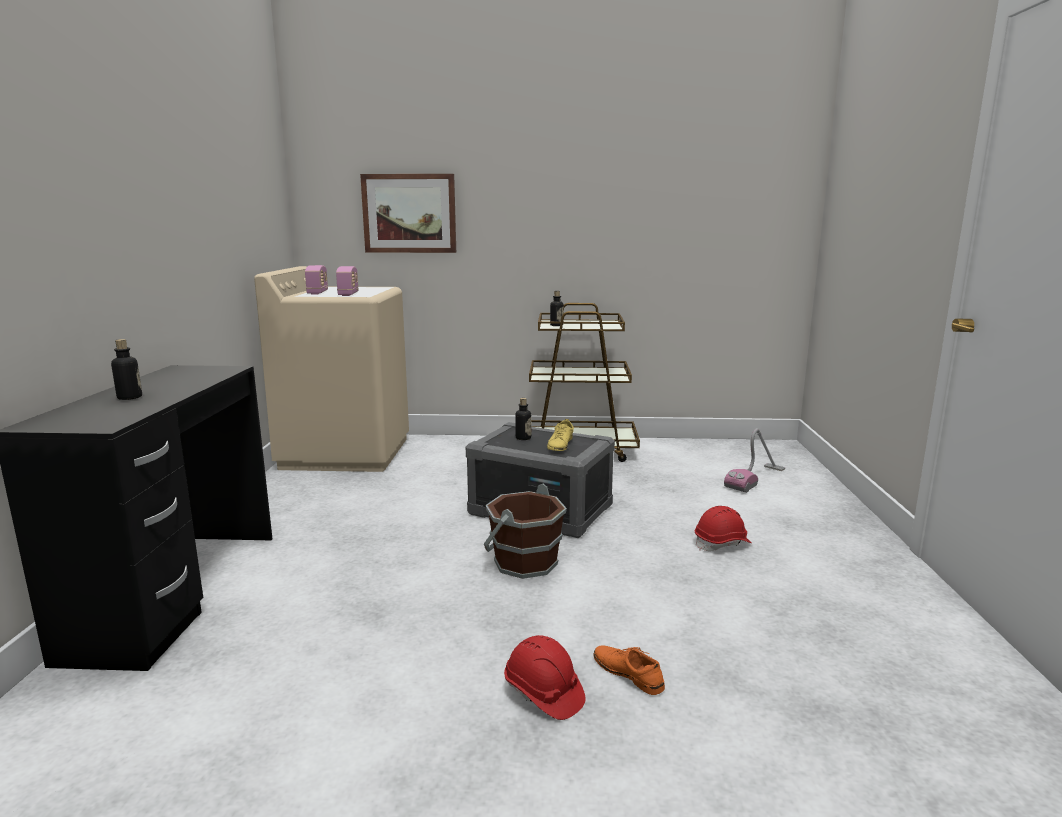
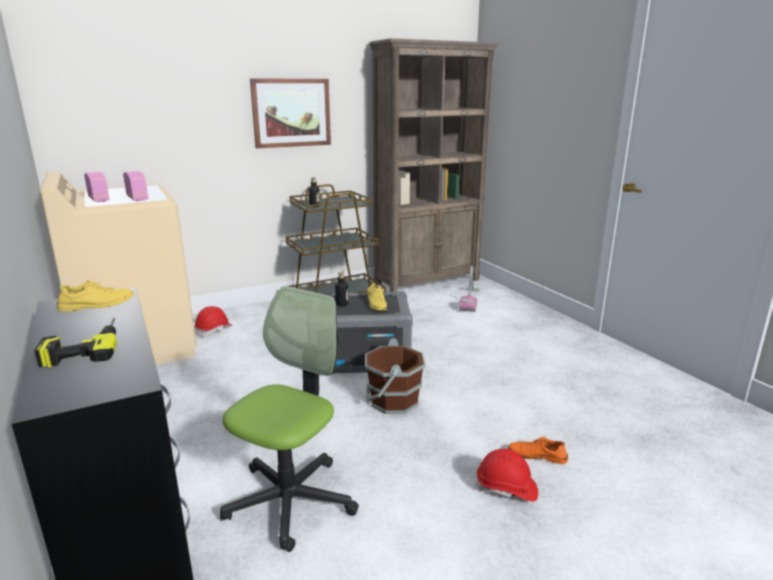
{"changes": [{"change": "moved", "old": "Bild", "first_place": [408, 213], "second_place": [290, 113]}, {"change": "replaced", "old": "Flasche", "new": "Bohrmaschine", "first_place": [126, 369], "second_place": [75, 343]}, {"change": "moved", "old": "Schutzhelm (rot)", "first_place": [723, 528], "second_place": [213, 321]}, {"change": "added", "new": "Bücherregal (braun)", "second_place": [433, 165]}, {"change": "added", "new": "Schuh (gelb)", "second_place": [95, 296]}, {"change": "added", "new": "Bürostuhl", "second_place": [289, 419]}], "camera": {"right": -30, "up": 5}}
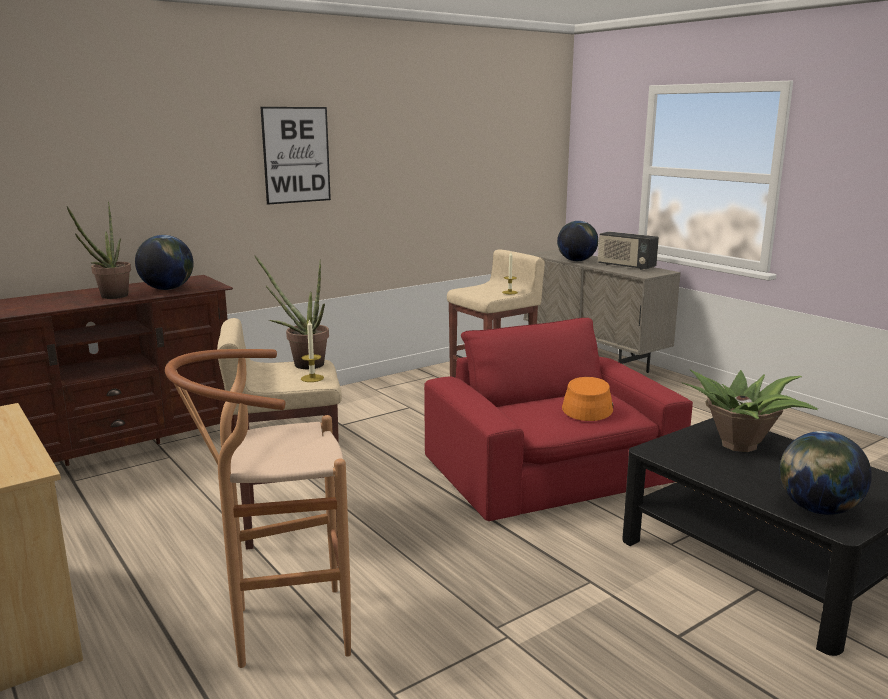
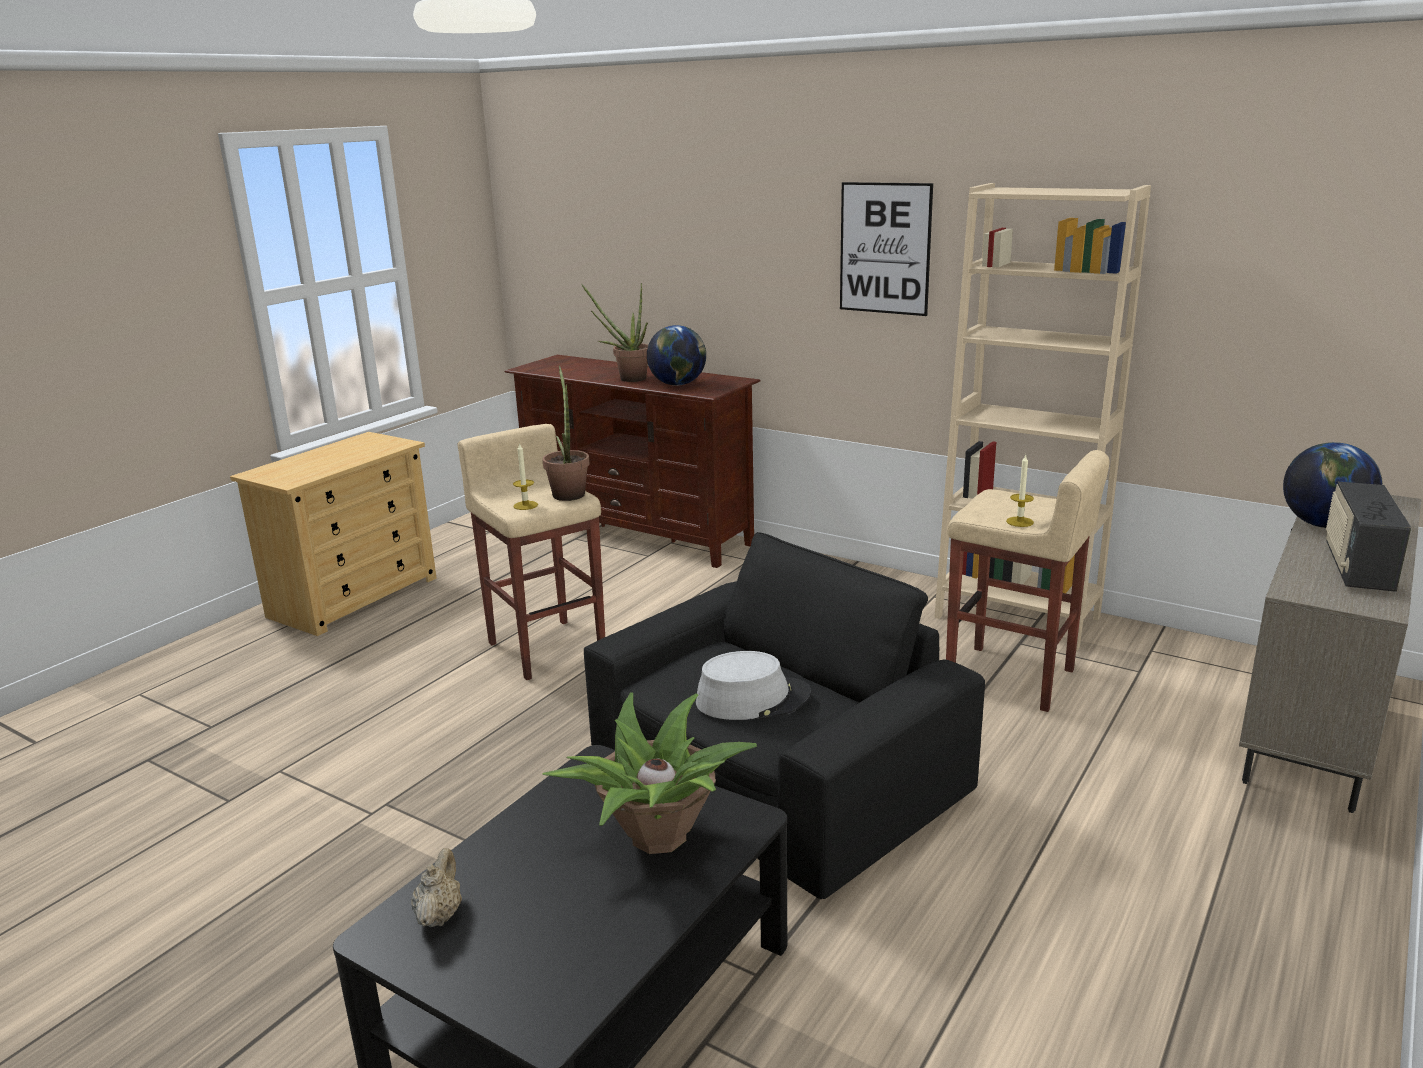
{"changes": [{"change": "recoloured", "old": "Sessel (rot)", "new": "Sessel (schwarz)", "first_place": [558, 419], "second_place": [784, 715]}, {"change": "removed", "old": "Hocker (braun)", "first_place": [258, 508]}, {"change": "recoloured", "old": "Hut (orange)", "new": "Hut (grau)", "first_place": [587, 399], "second_place": [753, 685]}, {"change": "replaced", "old": "Globus", "new": "Teekanne (beige)", "first_place": [825, 473], "second_place": [436, 887]}, {"change": "added", "new": "Bücherregal (beige)", "second_place": [1042, 417]}], "camera": {"right": 70, "up": 5}}
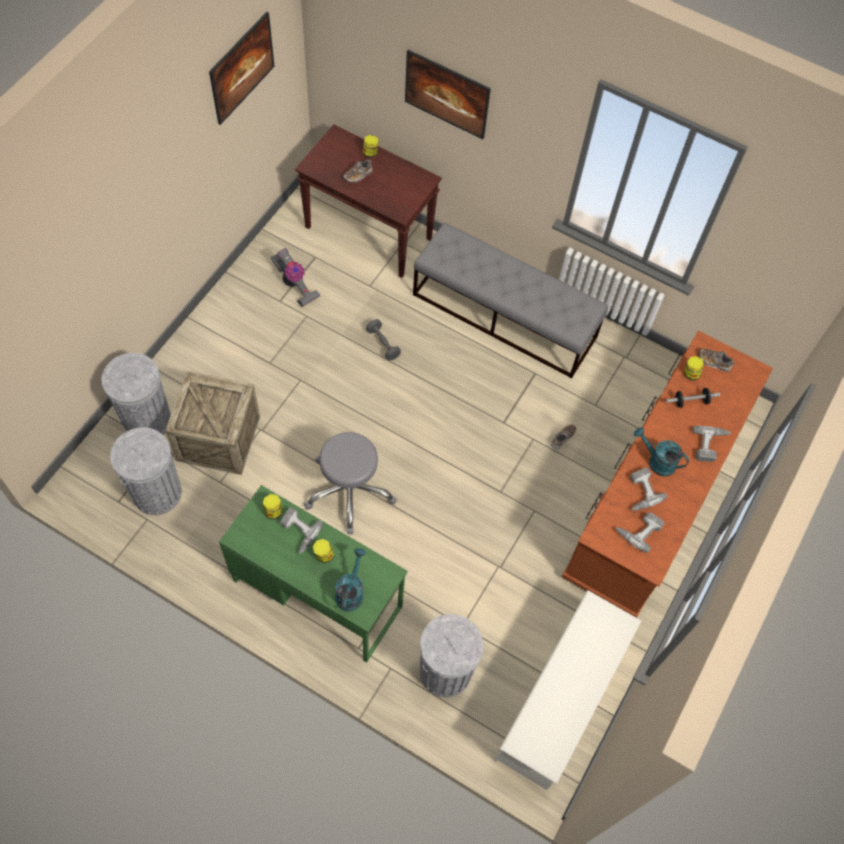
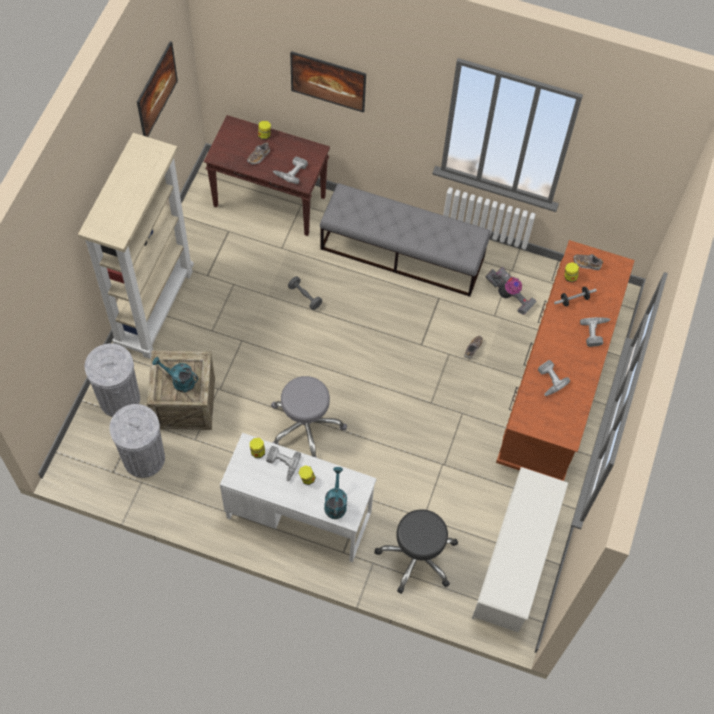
{"changes": [{"change": "moved", "old": "Staubsauger", "first_place": [295, 277], "second_place": [511, 291]}, {"change": "moved", "old": "Gießkanne (türkis)", "first_place": [661, 452], "second_place": [175, 374]}, {"change": "recoloured", "old": "Schreibtisch (grün)", "new": "Schreibtisch (weiß)", "first_place": [313, 574], "second_place": [298, 497]}, {"change": "moved", "old": "Bohrmaschine", "first_place": [640, 532], "second_place": [290, 170]}, {"change": "replaced", "old": "Mülleimer (grau)", "new": "Hocker (schwarz)", "first_place": [451, 656], "second_place": [416, 551]}, {"change": "added", "new": "Bücherregal (beige)", "second_place": [136, 246]}], "camera": {"right": -10, "up": 0}}
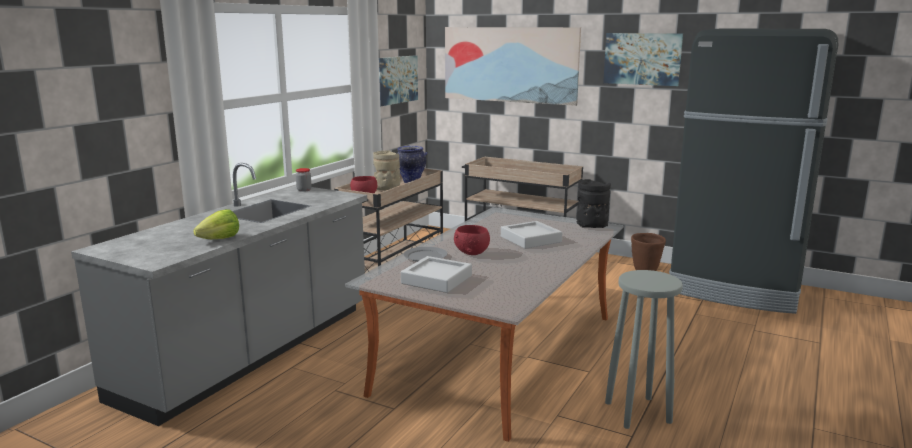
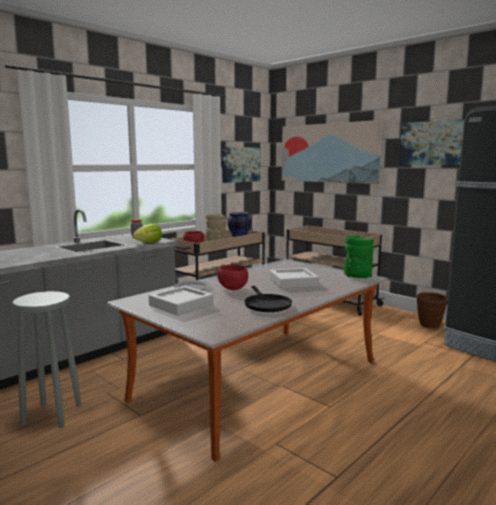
{"changes": [{"change": "recoloured", "old": "Vase (schwarz)", "new": "Vase (grün)", "first_place": [593, 203], "second_place": [359, 256]}, {"change": "moved", "old": "Salatkopf", "first_place": [216, 224], "second_place": [147, 233]}, {"change": "moved", "old": "Hocker (grau)", "first_place": [644, 349], "second_place": [46, 359]}, {"change": "added", "new": "Pfanne (schwarz)", "second_place": [268, 299]}], "camera": {"right": 15, "up": -5}}
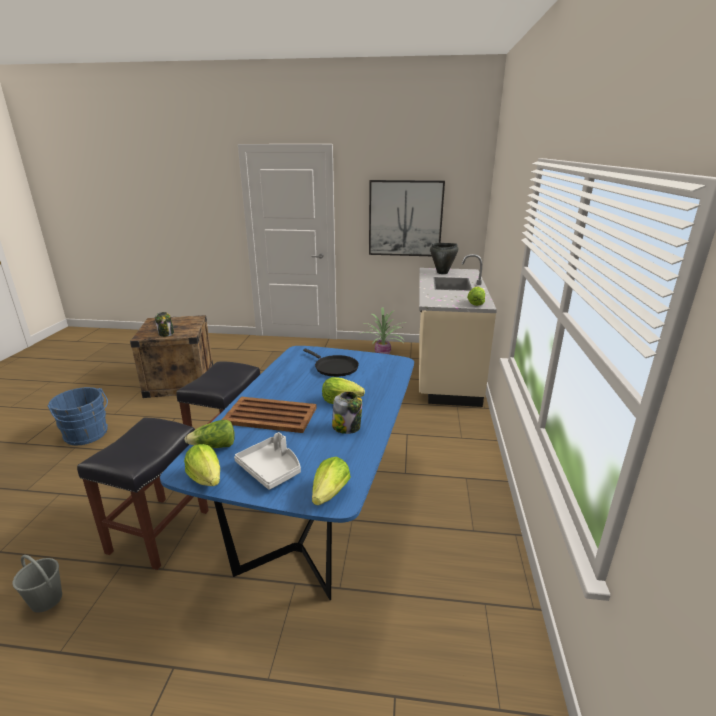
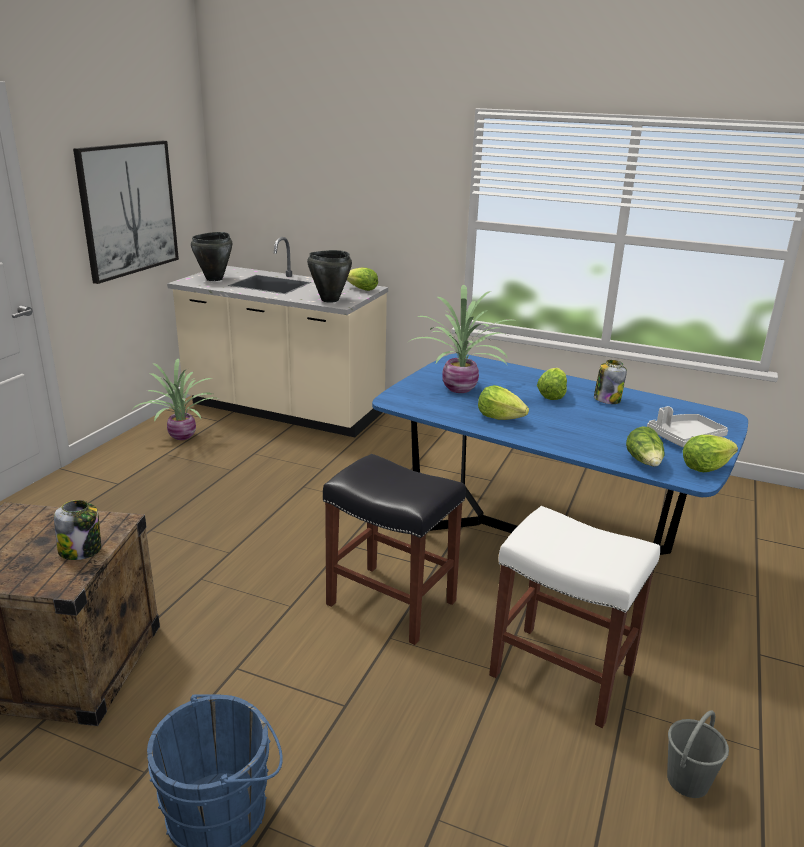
{"changes": [{"change": "replaced", "old": "Pfanne (schwarz)", "new": "Topfpflanze", "first_place": [331, 363], "second_place": [460, 339]}, {"change": "removed", "old": "Tablett (braun)", "first_place": [269, 415]}, {"change": "recoloured", "old": "Hocker (schwarz)", "new": "Hocker (weiß)", "first_place": [143, 493], "second_place": [574, 617]}, {"change": "moved", "old": "Salatkopf", "first_place": [331, 481], "second_place": [503, 402]}, {"change": "added", "new": "Kochtopf (schwarz)", "second_place": [329, 276]}], "camera": {"right": -75, "up": 0}}
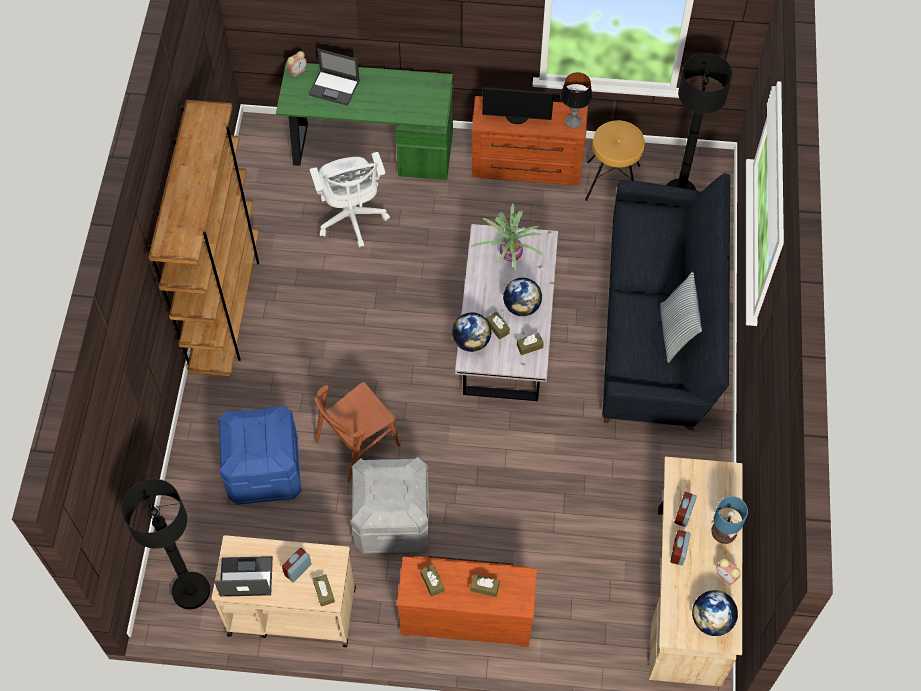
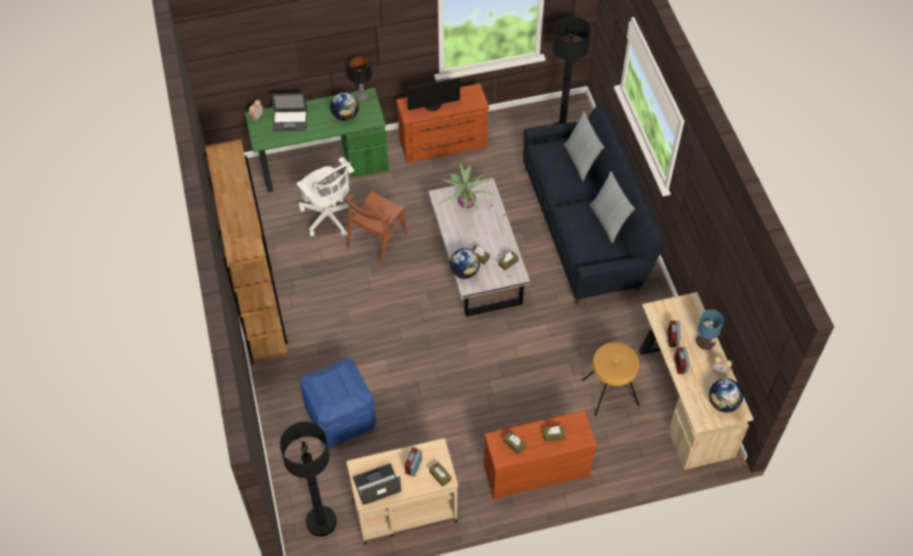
{"changes": [{"change": "moved", "old": "Tischlampe", "first_place": [576, 100], "second_place": [360, 78]}, {"change": "moved", "old": "Hocker (braun)", "first_place": [615, 160], "second_place": [610, 379]}, {"change": "moved", "old": "Globus", "first_place": [522, 297], "second_place": [344, 106]}, {"change": "moved", "old": "Stuhl (braun)", "first_place": [357, 431], "second_place": [377, 228]}, {"change": "removed", "old": "Aufbewahrungsbox (grau)", "first_place": [390, 505]}, {"change": "added", "new": "Kissen", "second_place": [584, 146]}], "camera": {"right": -20, "up": -5}}
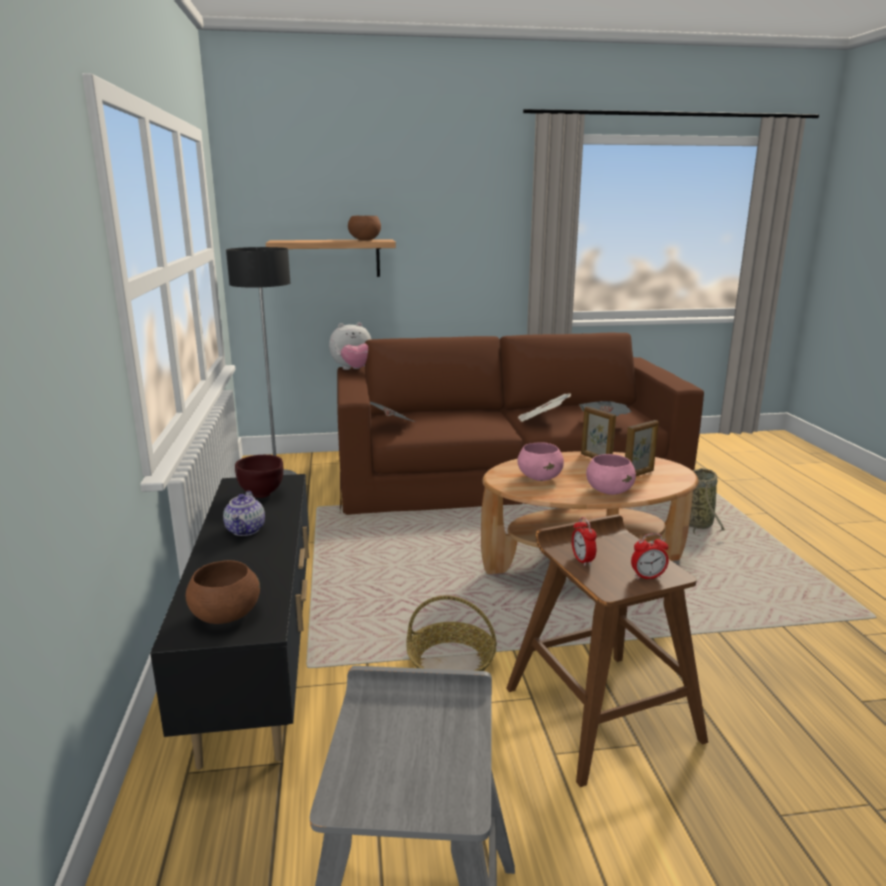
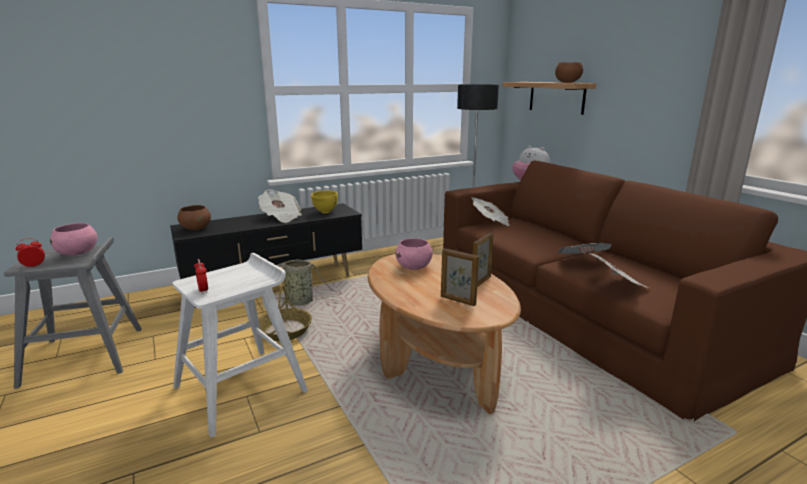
{"changes": [{"change": "moved", "old": "Schüssel (rosa)", "first_place": [611, 474], "second_place": [73, 239]}, {"change": "recoloured", "old": "Schüssel (braun)", "new": "Schüssel (gelb)", "first_place": [259, 476], "second_place": [324, 202]}, {"change": "moved", "old": "Korb", "first_place": [707, 502], "second_place": [307, 282]}, {"change": "replaced", "old": "Teekanne", "new": "Zeitung", "first_place": [244, 513], "second_place": [280, 206]}, {"change": "recoloured", "old": "Hocker (braun)", "new": "Hocker (weiß)", "first_place": [607, 650], "second_place": [240, 345]}, {"change": "moved", "old": "Wecker", "first_place": [584, 541], "second_place": [30, 253]}], "camera": {"right": 70, "up": 0}}
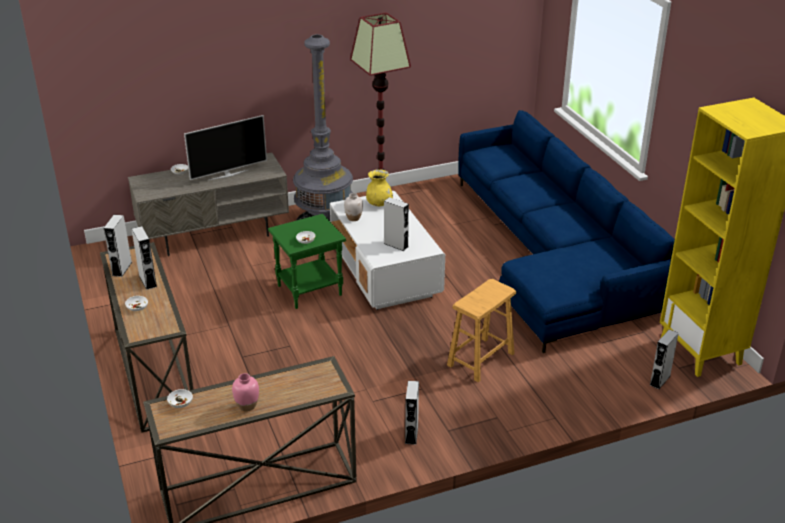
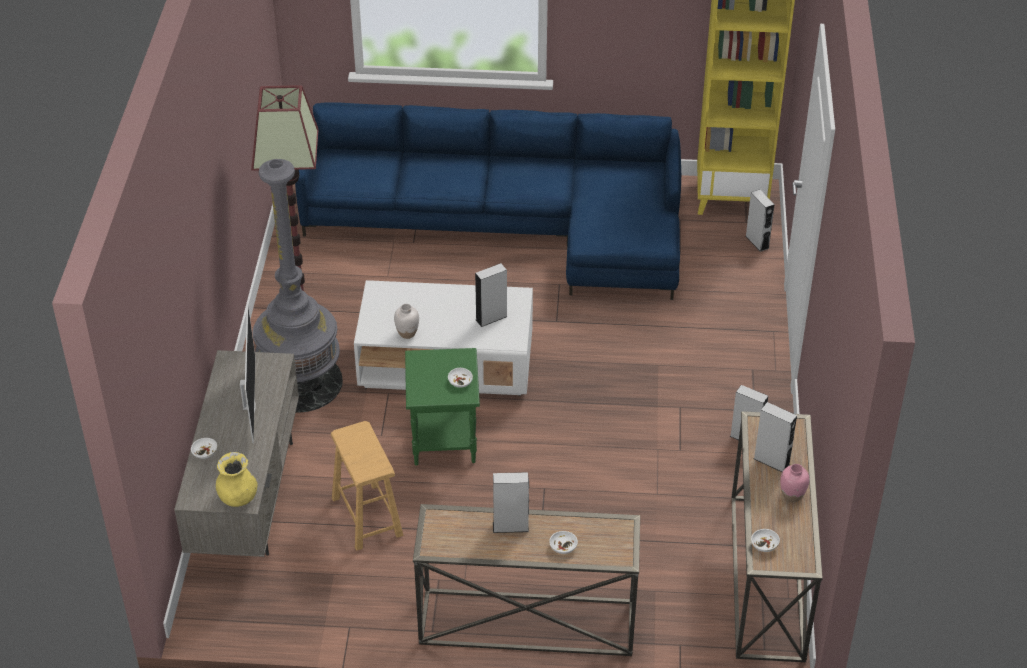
{"changes": [{"change": "moved", "old": "Vase (gelb)", "first_place": [379, 187], "second_place": [237, 479]}, {"change": "moved", "old": "Lautsprecher (grau)", "first_place": [118, 246], "second_place": [775, 437]}, {"change": "moved", "old": "Hocker (braun)", "first_place": [481, 330], "second_place": [367, 486]}], "camera": {"right": -65, "up": 10}}
